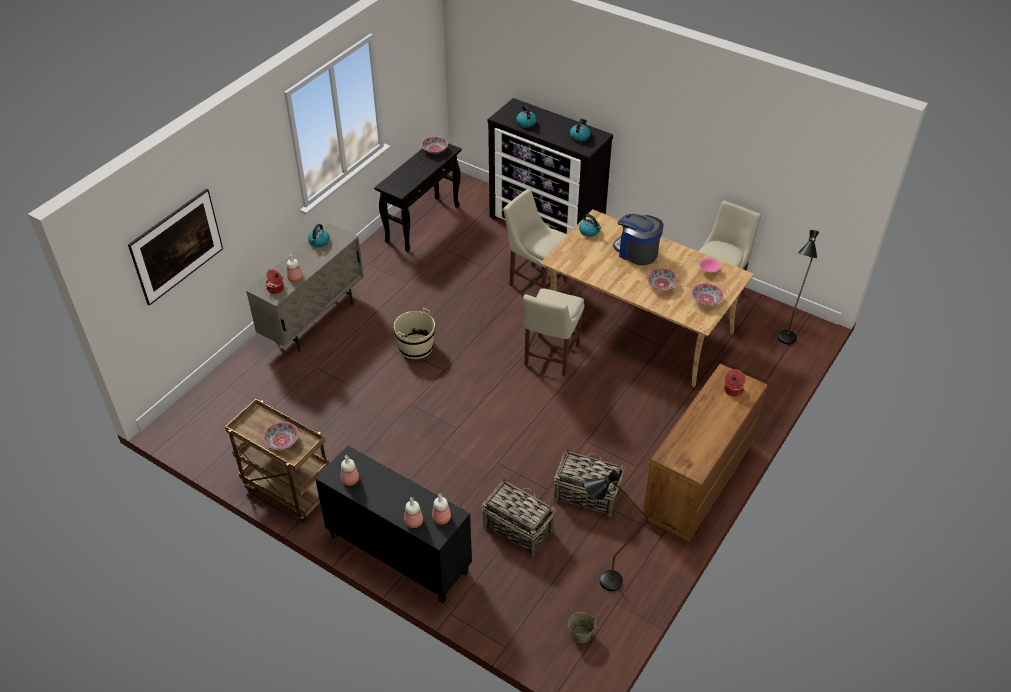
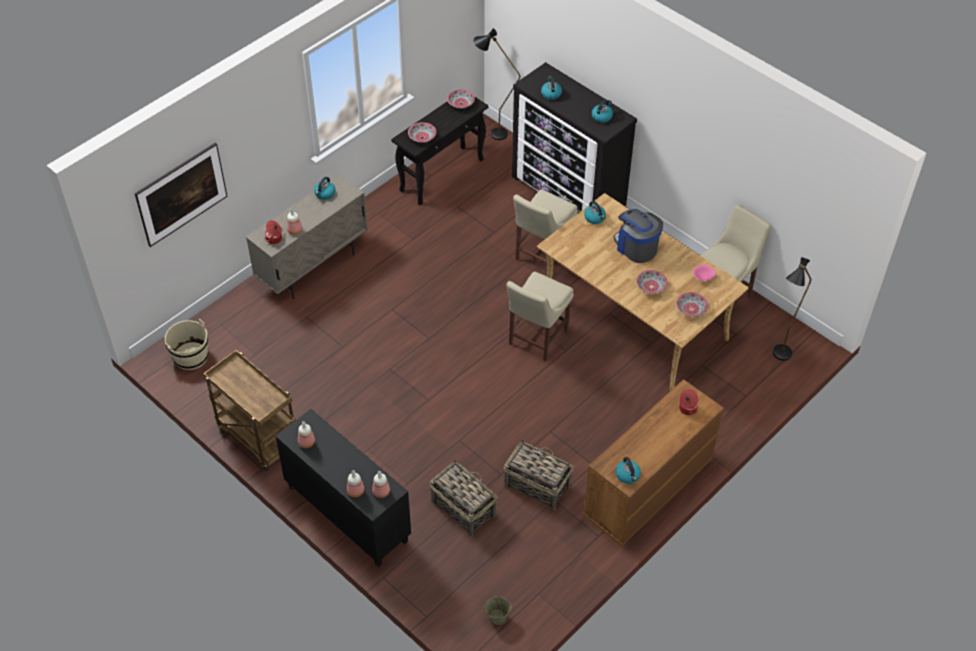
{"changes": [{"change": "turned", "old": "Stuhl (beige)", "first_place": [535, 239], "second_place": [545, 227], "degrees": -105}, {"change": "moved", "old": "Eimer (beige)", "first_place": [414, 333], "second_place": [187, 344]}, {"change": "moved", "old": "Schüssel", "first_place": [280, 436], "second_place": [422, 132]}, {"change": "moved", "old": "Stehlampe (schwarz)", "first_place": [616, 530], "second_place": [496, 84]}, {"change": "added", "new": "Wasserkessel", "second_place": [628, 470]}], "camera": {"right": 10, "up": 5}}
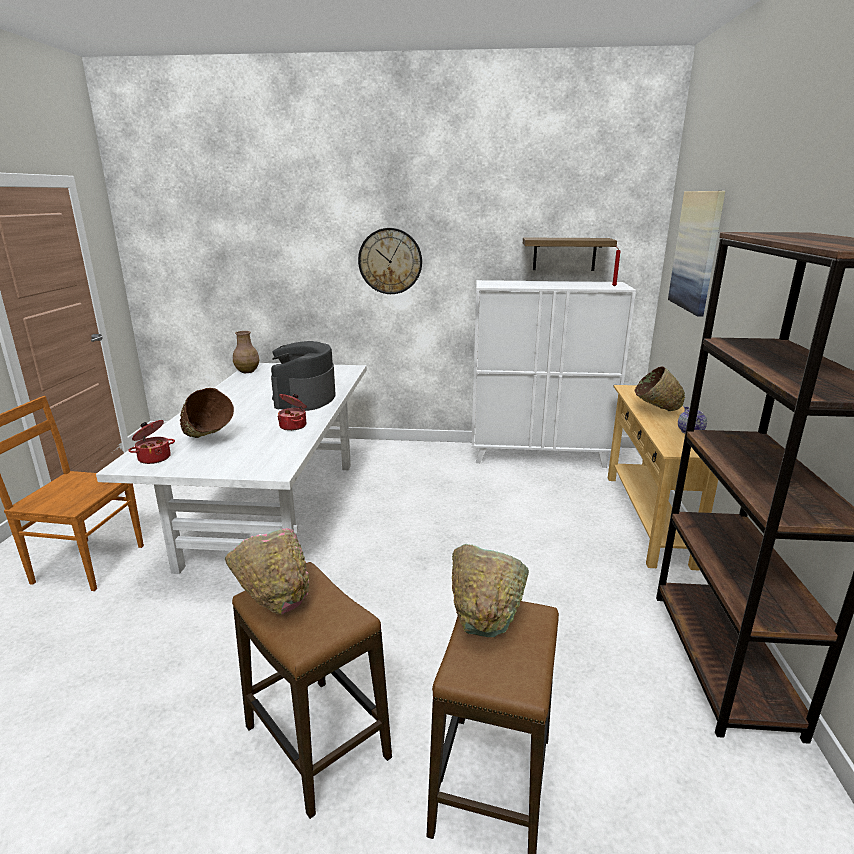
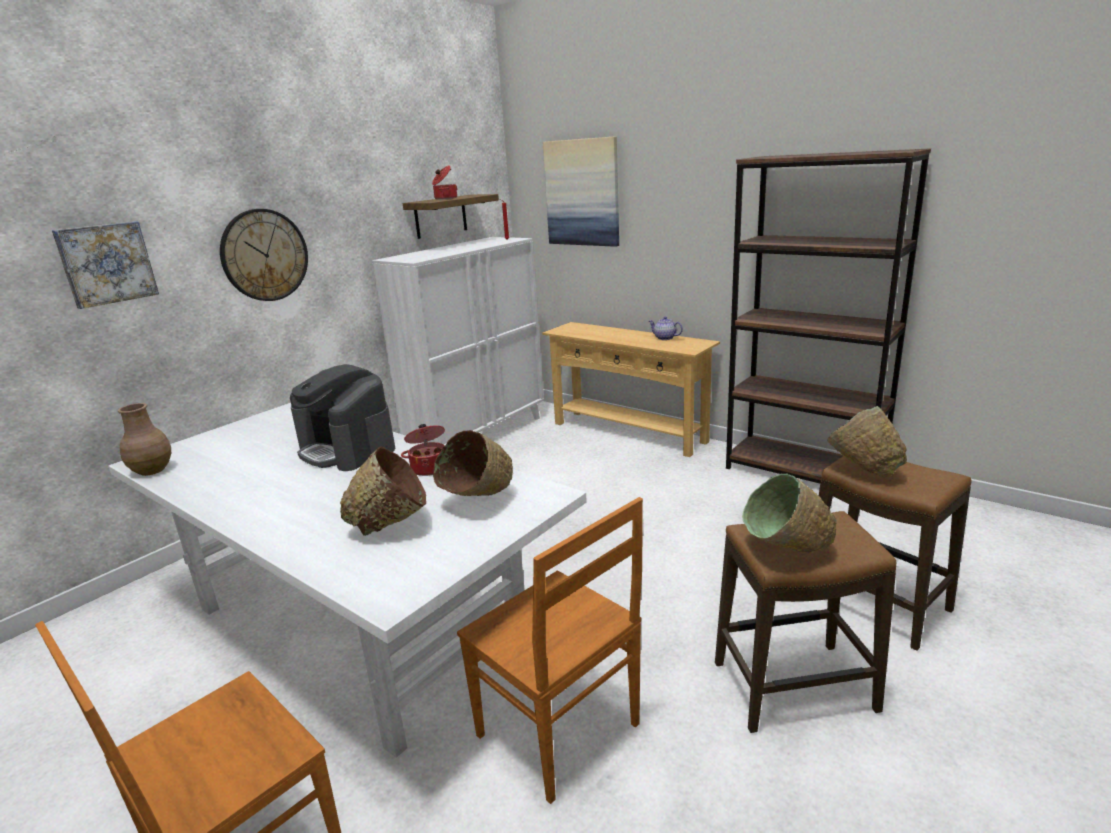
{"changes": [{"change": "moved", "old": "Schüssel (braun)", "first_place": [660, 388], "second_place": [473, 463]}, {"change": "moved", "old": "Kochtopf", "first_place": [151, 442], "second_place": [444, 182]}, {"change": "recoloured", "old": "Schüssel (rosa)", "new": "Schüssel (grün)", "first_place": [267, 571], "second_place": [789, 513]}, {"change": "added", "new": "Bild", "second_place": [105, 265]}, {"change": "added", "new": "Stuhl (braun)", "second_place": [550, 650]}], "camera": {"right": -55, "up": 0}}
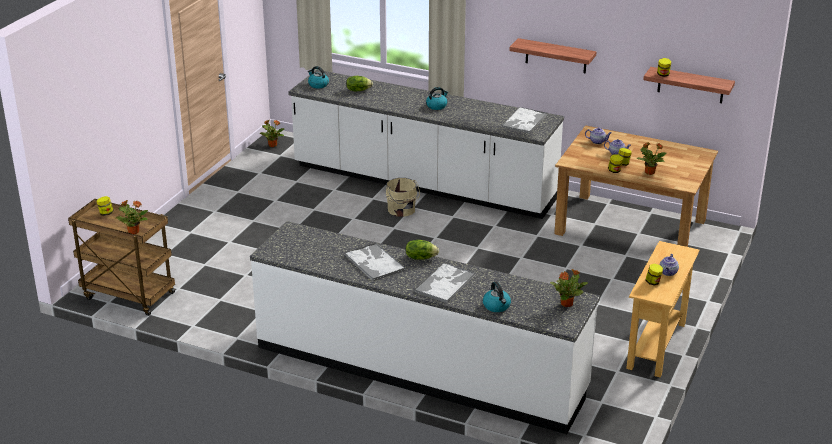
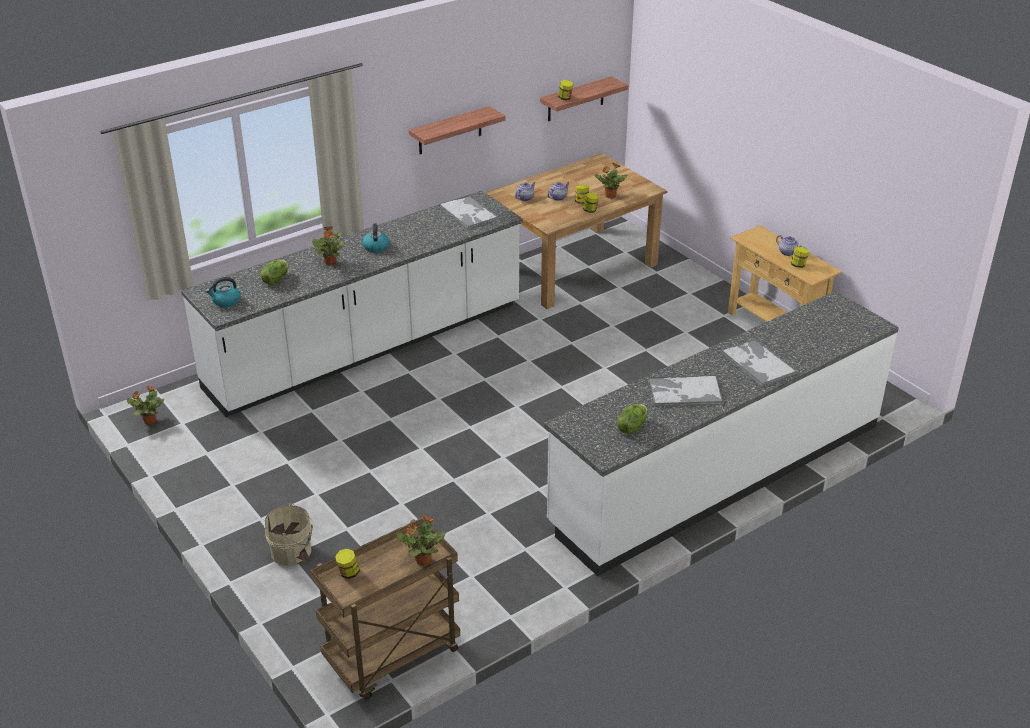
{"changes": [{"change": "moved", "old": "Eimer (beige)", "first_place": [403, 197], "second_place": [289, 534]}, {"change": "moved", "old": "Salatkopf", "first_place": [422, 250], "second_place": [632, 419]}, {"change": "moved", "old": "Topfpflanze", "first_place": [569, 288], "second_place": [328, 245]}, {"change": "removed", "old": "Wasserkessel", "first_place": [497, 297]}], "camera": {"right": -60, "up": 5}}
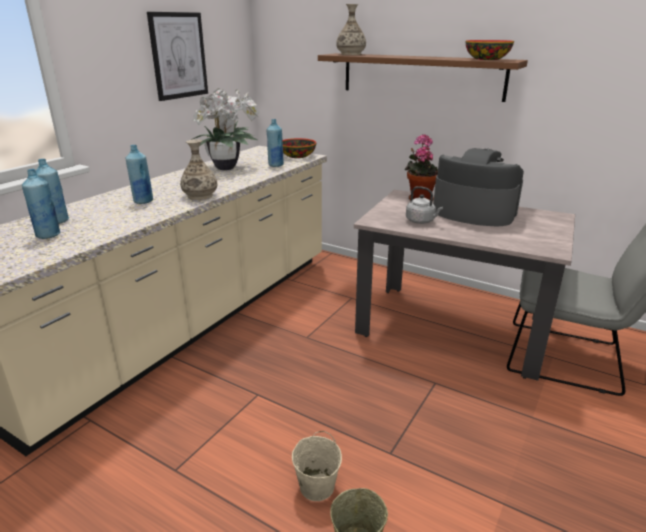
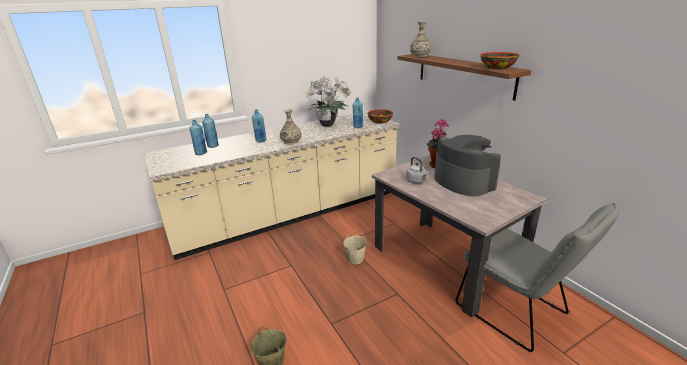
{"changes": [{"change": "removed", "old": "Bild", "first_place": [177, 56]}, {"change": "moved", "old": "Eimer (beige)", "first_place": [317, 466], "second_place": [355, 247]}], "camera": {"right": 30, "up": 0}}
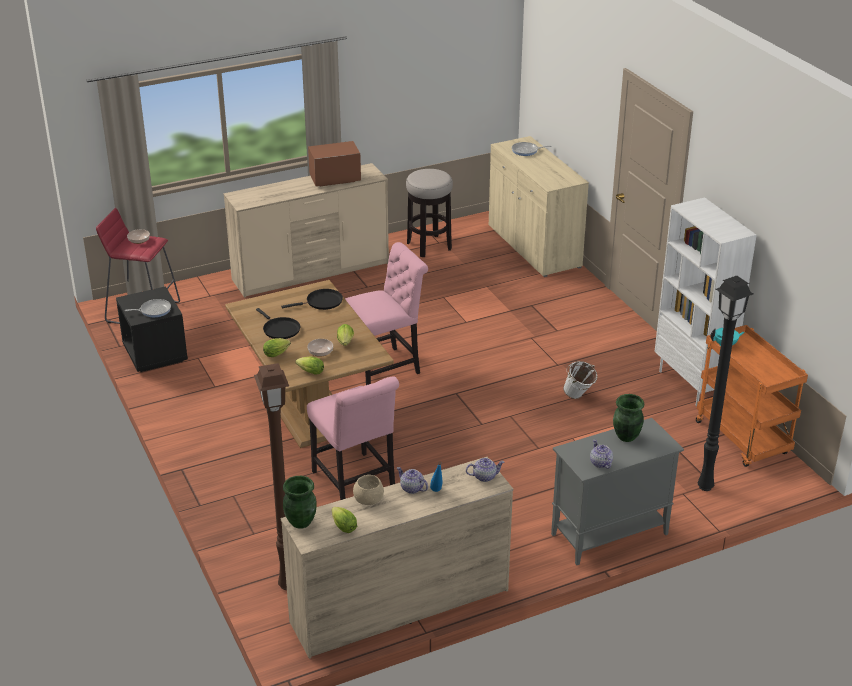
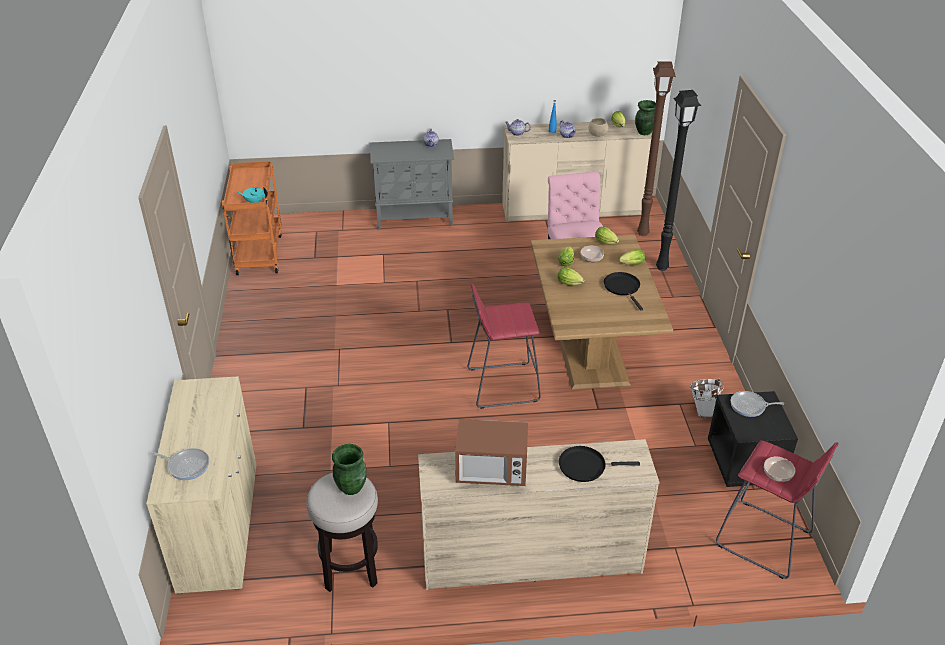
{"changes": [{"change": "removed", "old": "Bücherregal (weiß)", "first_place": [705, 301]}, {"change": "replaced", "old": "Stuhl (rosa)", "new": "Hocker (rot)", "first_place": [386, 313], "second_place": [504, 346]}, {"change": "moved", "old": "Stehlampe (schwarz)", "first_place": [725, 383], "second_place": [678, 180]}, {"change": "moved", "old": "Pfanne (schwarz)", "first_place": [312, 299], "second_place": [599, 464]}, {"change": "moved", "old": "Eimer (weiß)", "first_place": [580, 380], "second_place": [707, 398]}, {"change": "moved", "old": "Vase (grün)", "first_place": [628, 418], "second_place": [349, 469]}, {"change": "added", "new": "Salatkopf", "second_place": [571, 276]}], "camera": {"right": -160, "up": 5}}
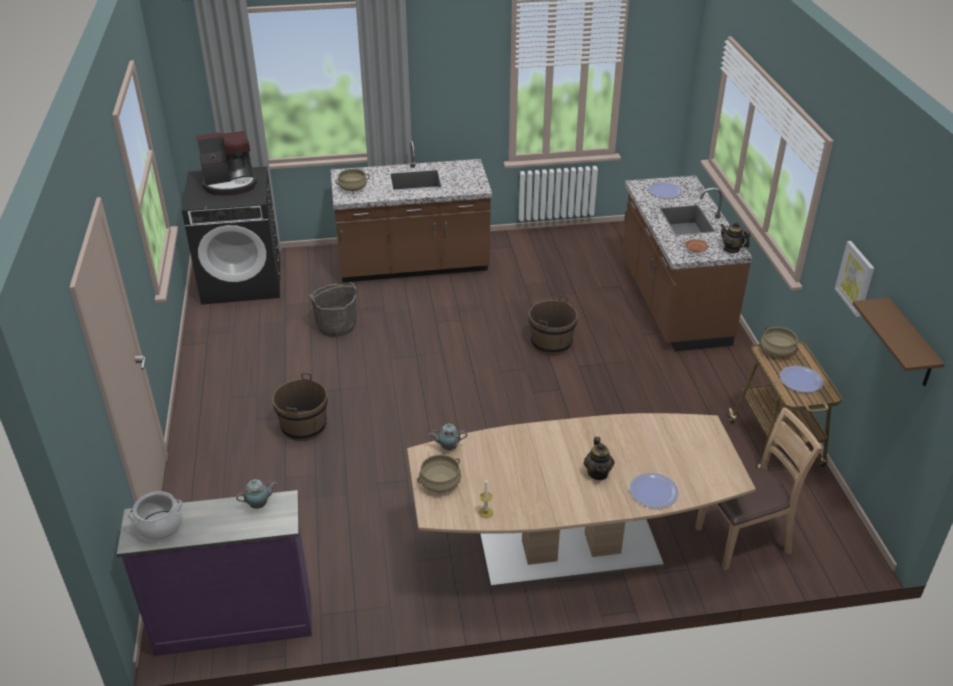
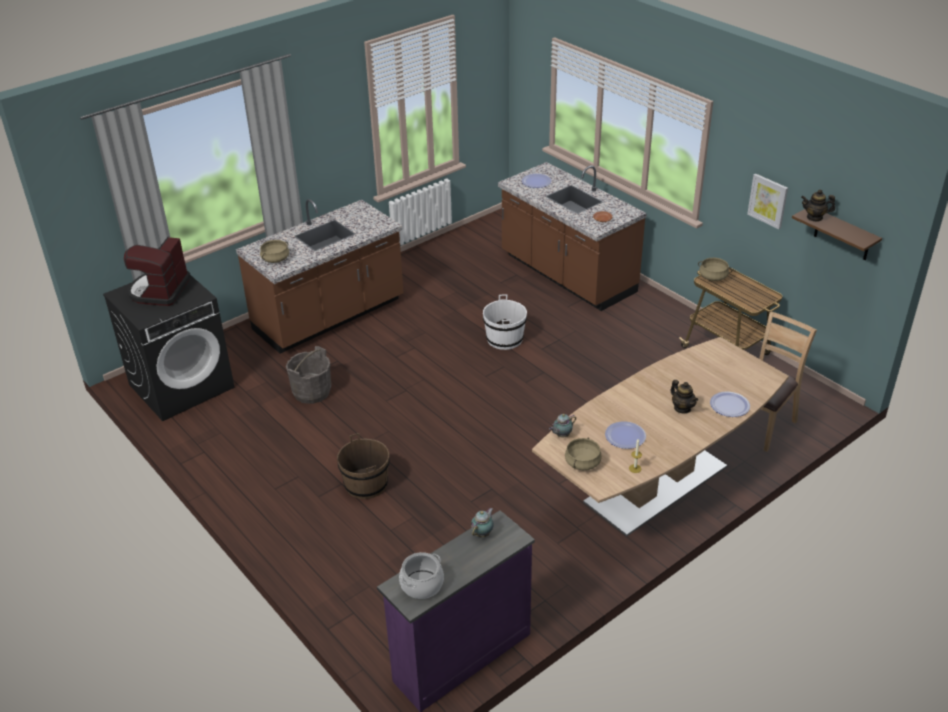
{"changes": [{"change": "turned", "old": "Kaffeemaschine", "first_place": [226, 163], "second_place": [157, 271], "degrees": 150}, {"change": "moved", "old": "Teekanne", "first_place": [735, 237], "second_place": [818, 206]}, {"change": "recoloured", "old": "Eimer (braun)", "new": "Eimer (weiß)", "first_place": [553, 325], "second_place": [505, 322]}, {"change": "moved", "old": "Teller", "first_place": [801, 379], "second_place": [625, 435]}], "camera": {"right": -30, "up": 0}}
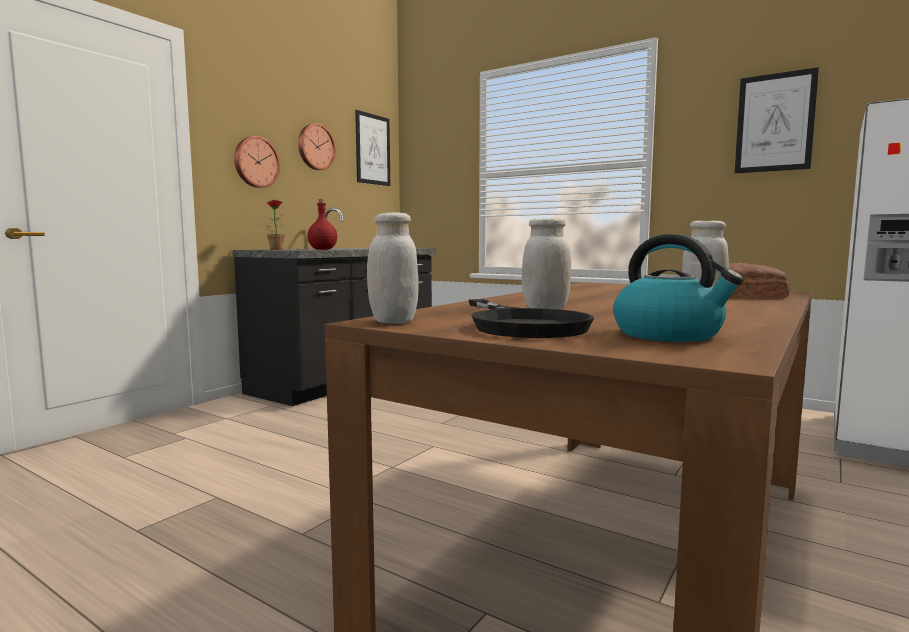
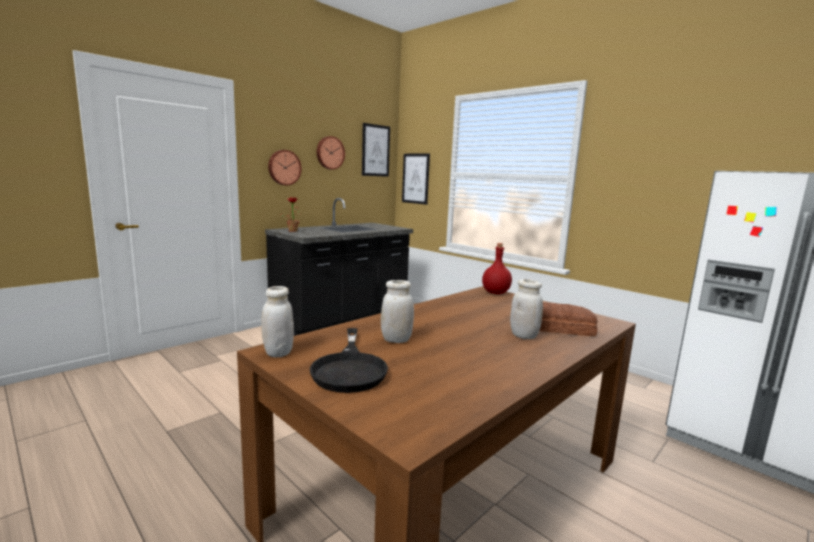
{"changes": [{"change": "moved", "old": "Bild", "first_place": [777, 120], "second_place": [416, 179]}, {"change": "moved", "old": "Flasche (rot)", "first_place": [322, 224], "second_place": [497, 268]}, {"change": "removed", "old": "Wasserkessel", "first_place": [678, 288]}], "camera": {"right": 10, "up": 5}}
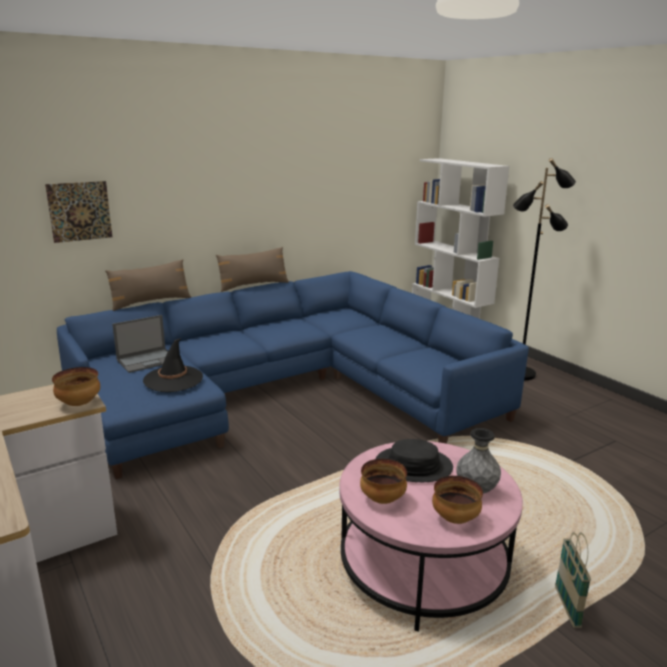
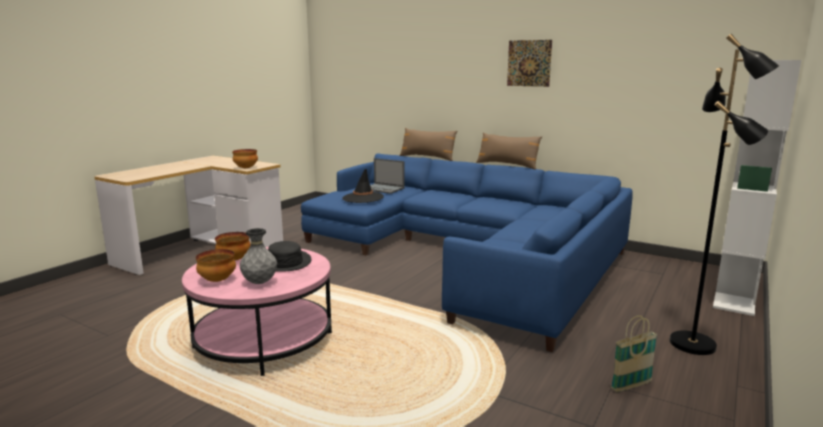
{"changes": [{"change": "moved", "old": "Bild", "first_place": [79, 212], "second_place": [529, 63]}, {"change": "moved", "old": "Korb", "first_place": [573, 580], "second_place": [634, 353]}], "camera": {"right": 65, "up": -5}}
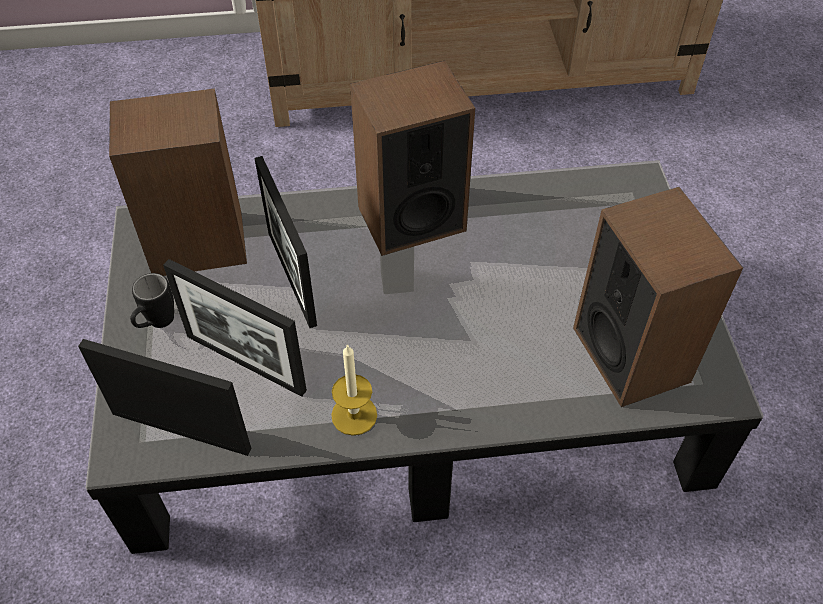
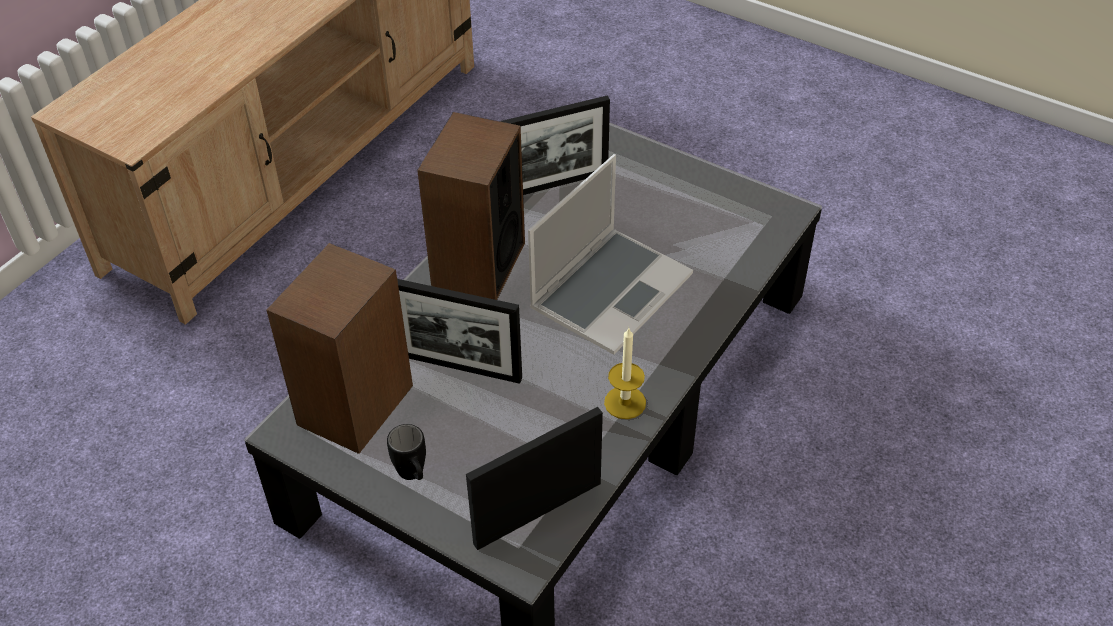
{"changes": [{"change": "removed", "old": "Lautsprecher", "first_place": [658, 297]}, {"change": "moved", "old": "Bilderrahmen", "first_place": [235, 328], "second_place": [555, 145]}, {"change": "added", "new": "Laptop", "second_place": [610, 254]}], "camera": {"right": -50, "up": -5}}
